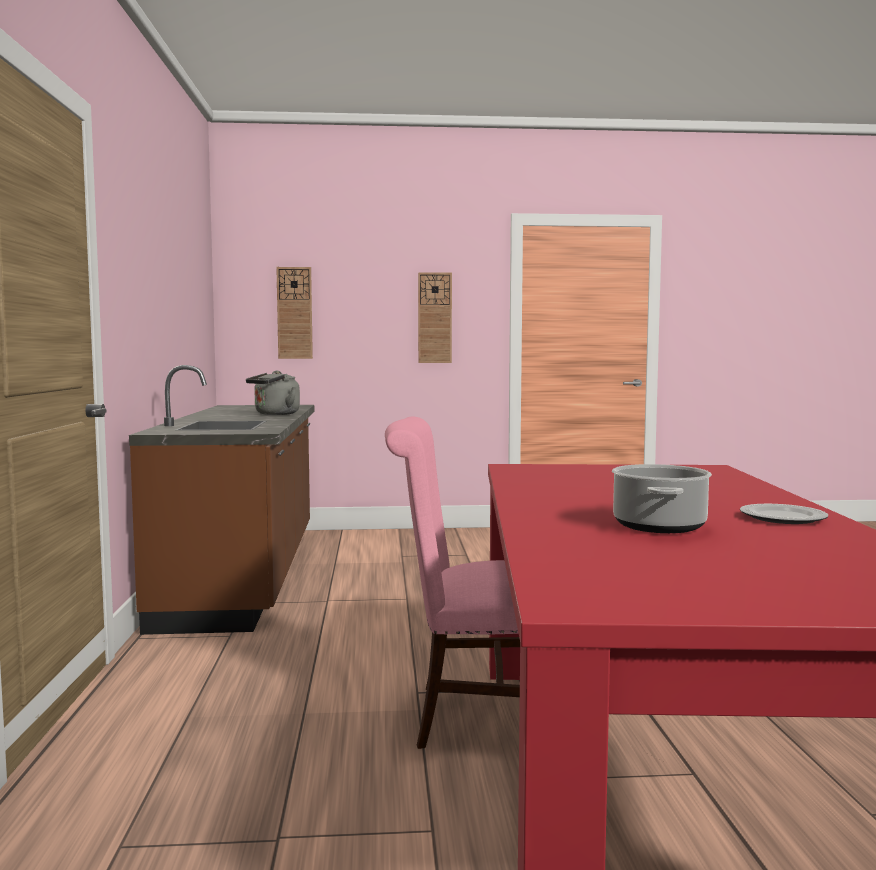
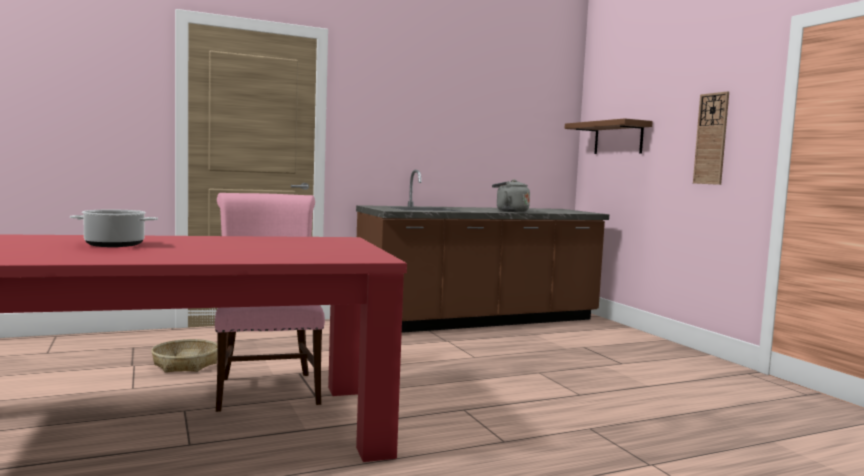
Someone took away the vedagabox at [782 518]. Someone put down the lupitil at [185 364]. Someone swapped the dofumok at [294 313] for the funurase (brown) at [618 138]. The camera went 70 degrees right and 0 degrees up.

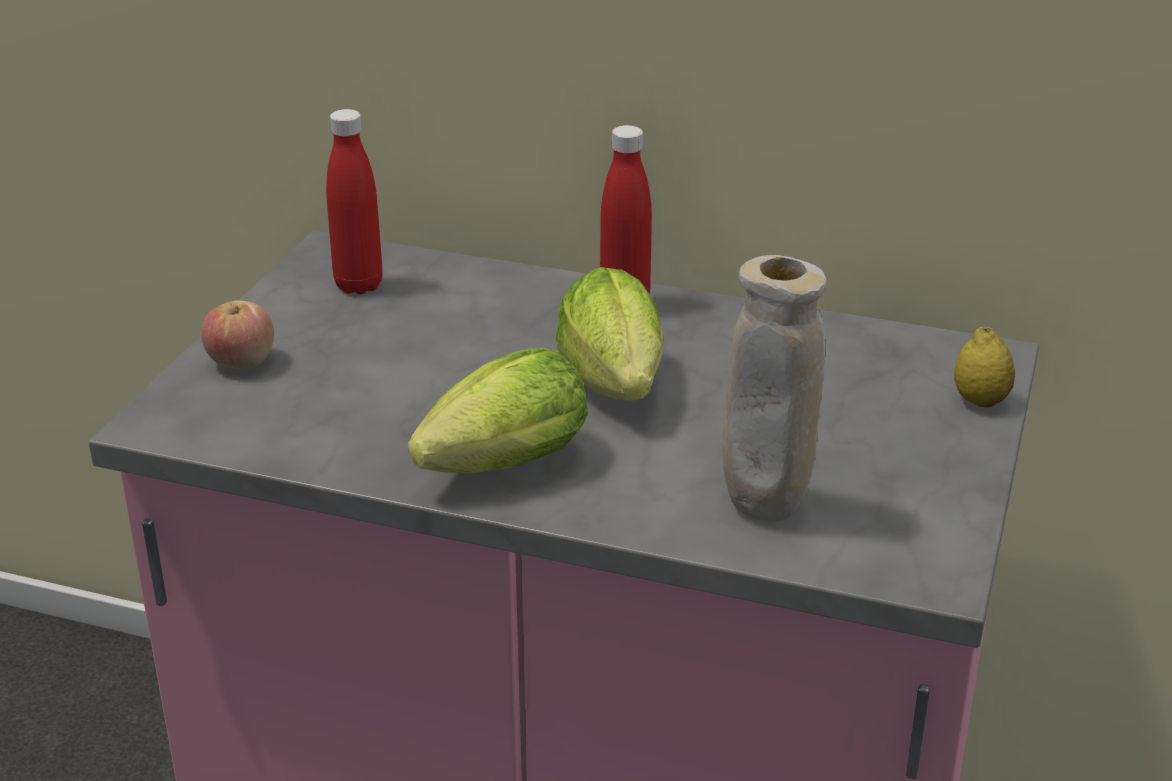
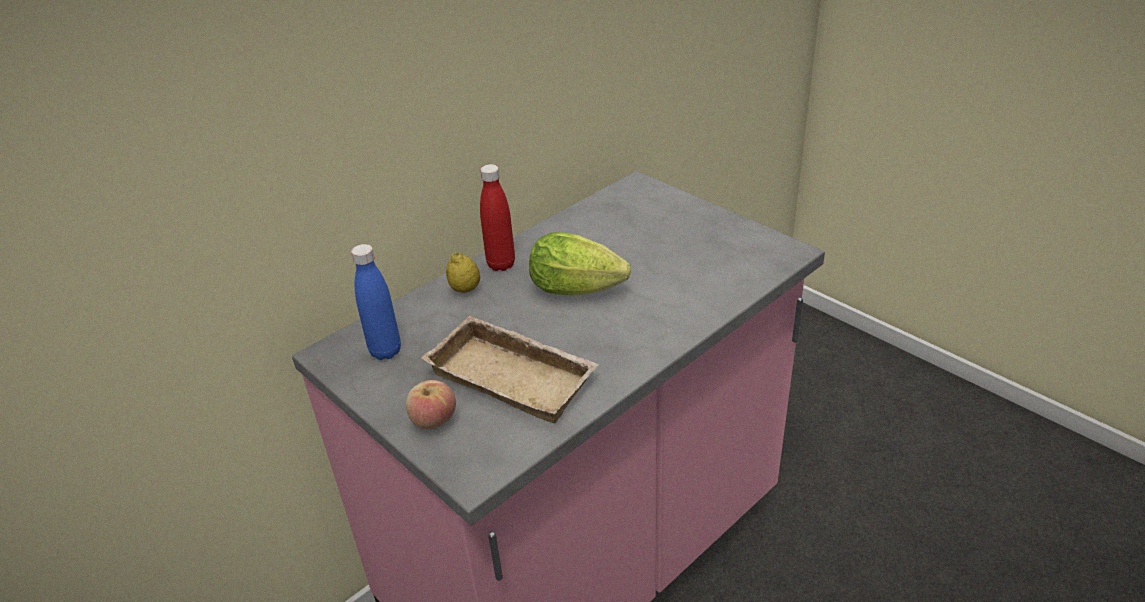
Someone took away the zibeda at [497 470]. Someone took away the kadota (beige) at [765 508]. Someone put down the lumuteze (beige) at [515 375]. Someone carried the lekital from [980 401] to [465 289]. Someone repainted the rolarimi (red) at [358 285], which became the rolarimi (blue) at [385 351]. The camera went 60 degrees left and 5 degrees up.

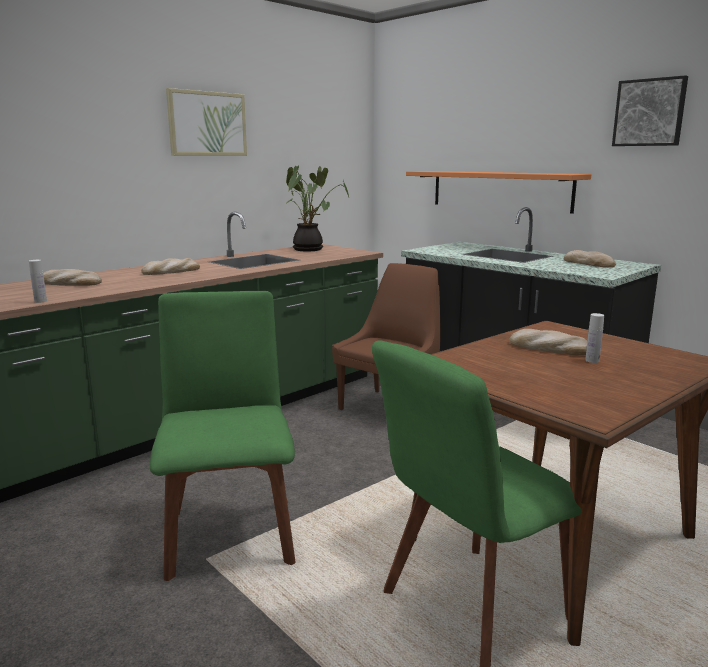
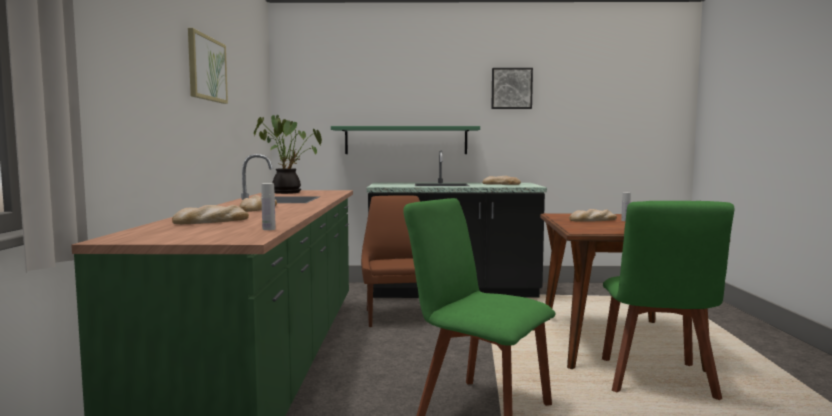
Someone repainted the funurase (orange) at [499 190], which became the funurase (green) at [406 140]. The camera went 45 degrees left and 10 degrees down.

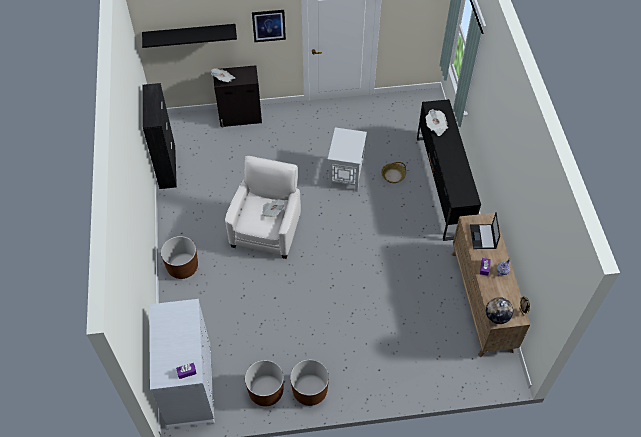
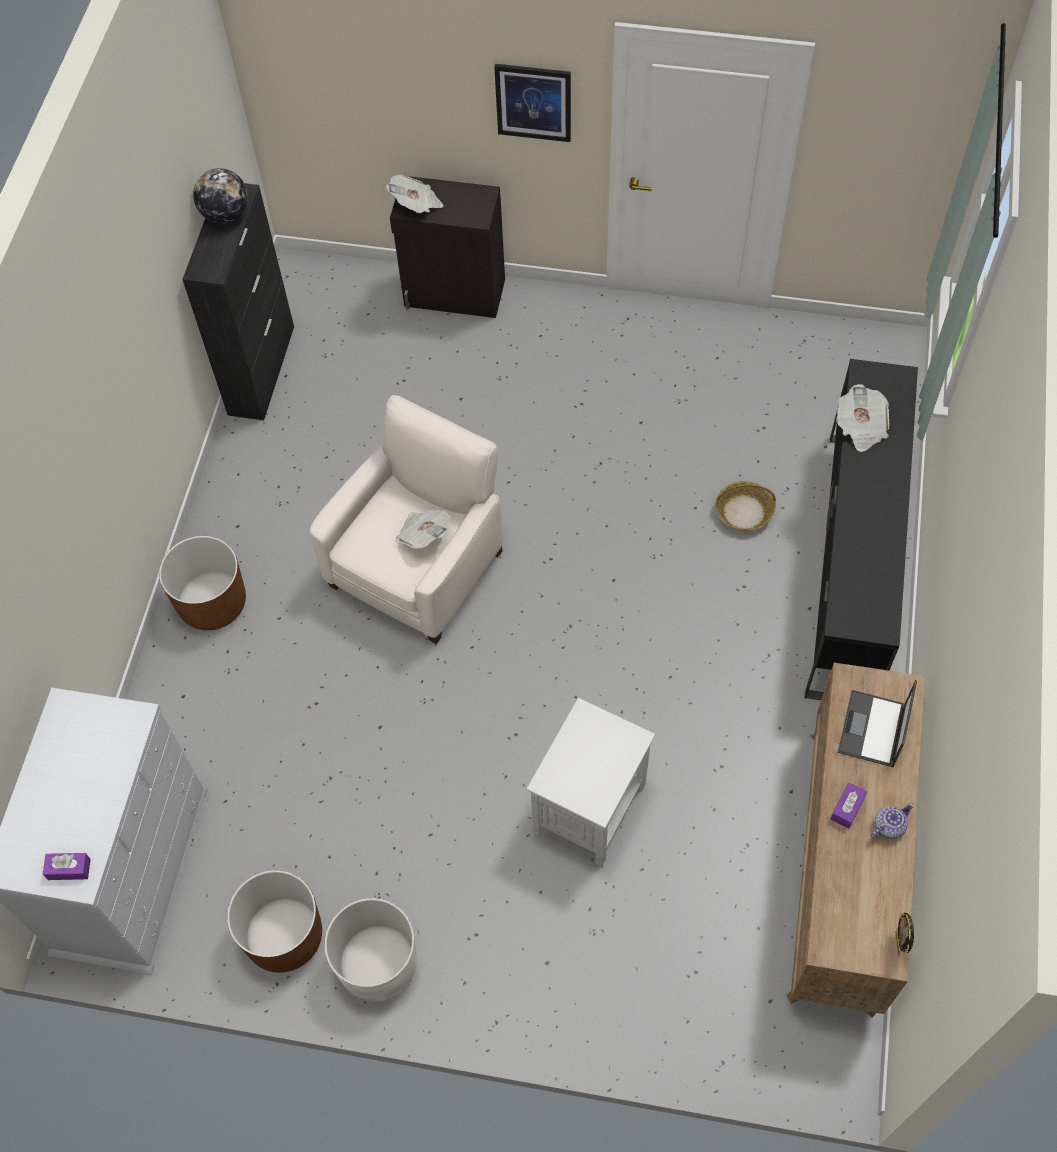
Someone took away the funurase (black) at [190 34]. Someone carried the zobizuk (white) from [346 175] to [589 809]. Someone carried the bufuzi from [496 317] to [225 214]. Someone repainted the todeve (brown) at [310 390], which became the todeve (white) at [378 964]. The camera went 20 degrees right and 5 degrees up.

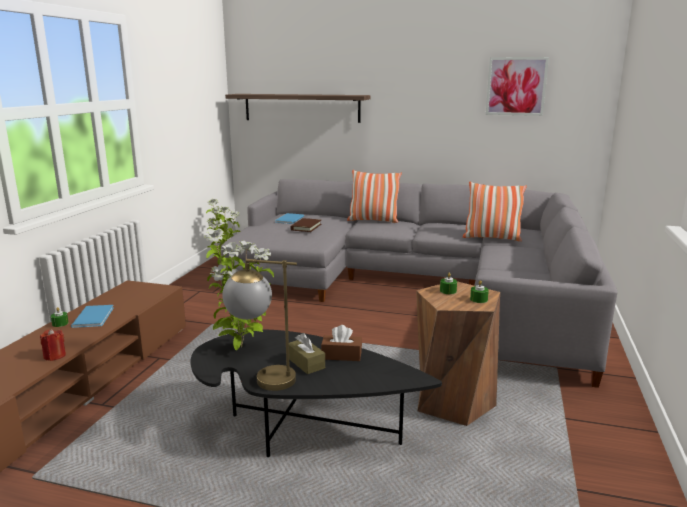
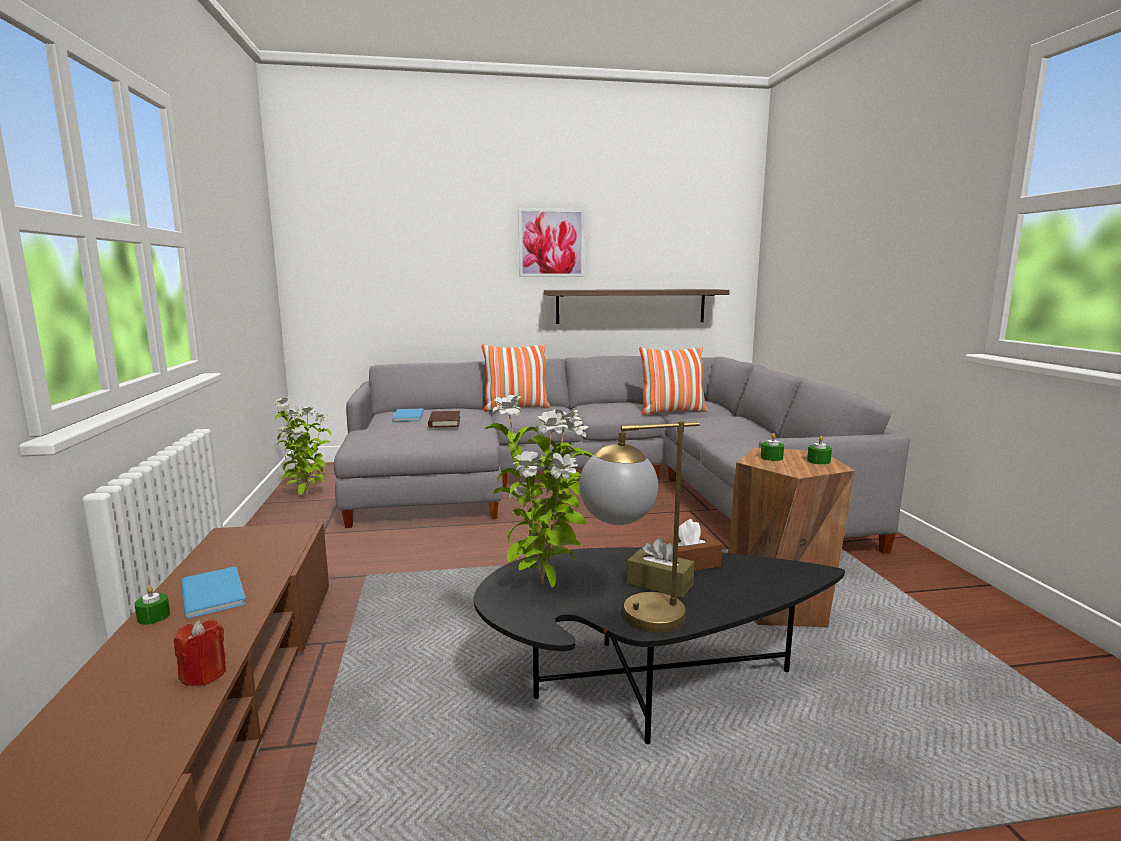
Someone carried the funurase from [301 107] to [631 306]. Someone carried the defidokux from [516 86] to [551 243]. The camera went 25 degrees left and 5 degrees down.

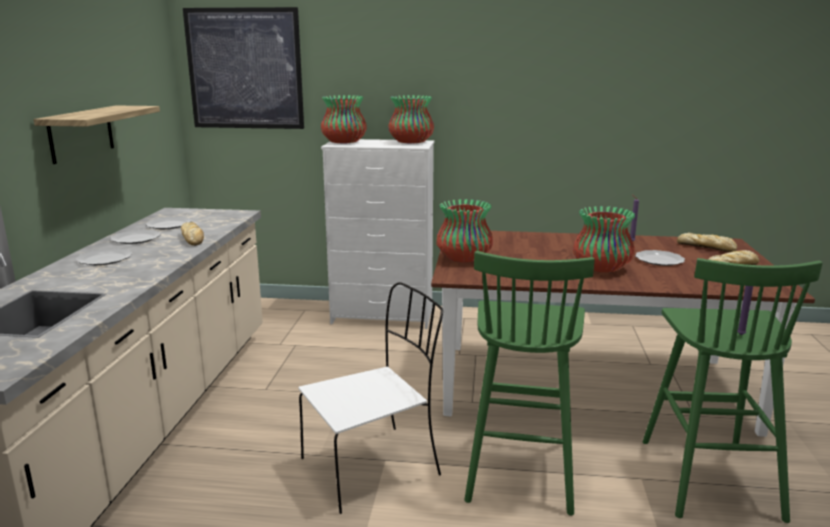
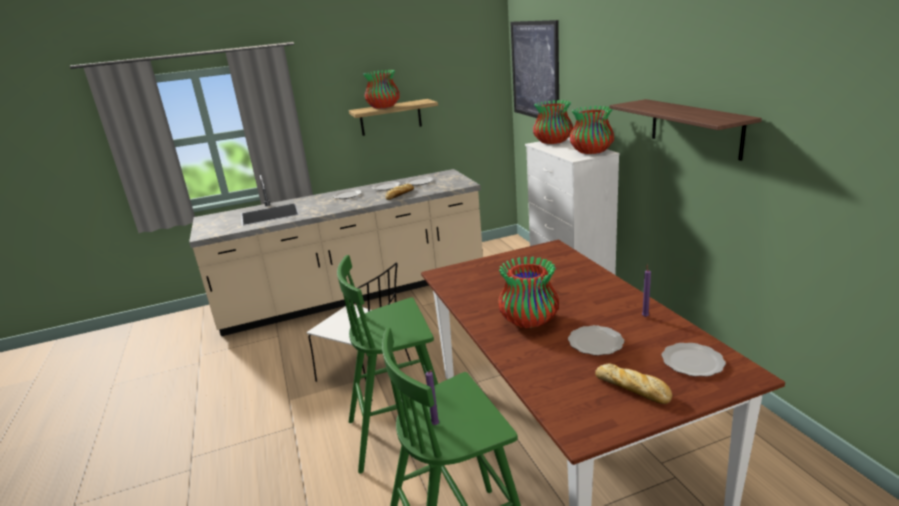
Someone put up the funurase at [695 128]. Someone carried the kadota from [463 258] to [383 107]. Someone swapped the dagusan at [707 247] for the vedagabox at [693 362]. The camera went 65 degrees right and 5 degrees up.

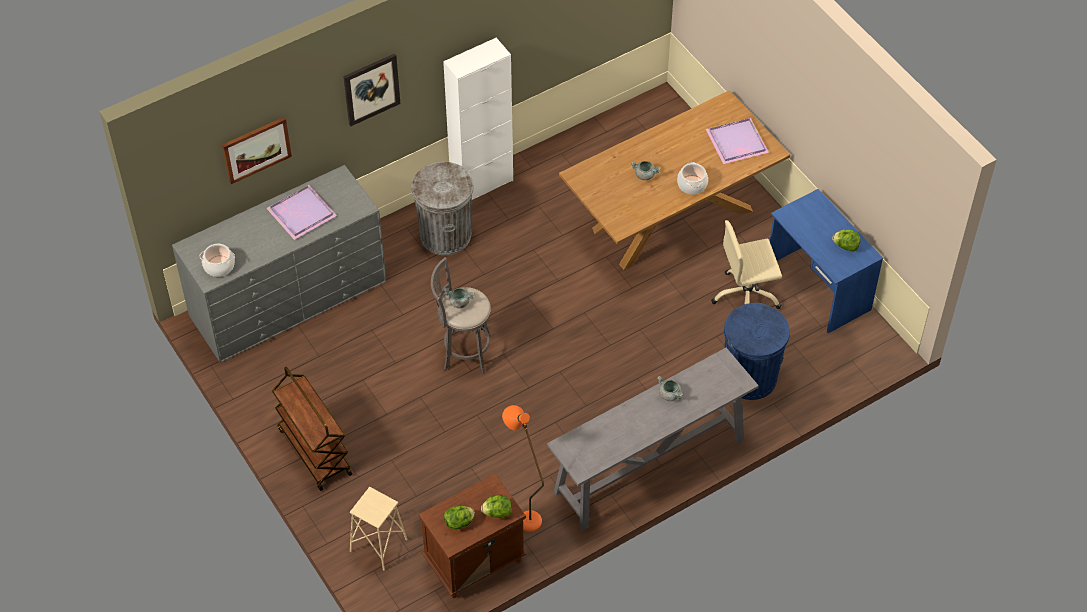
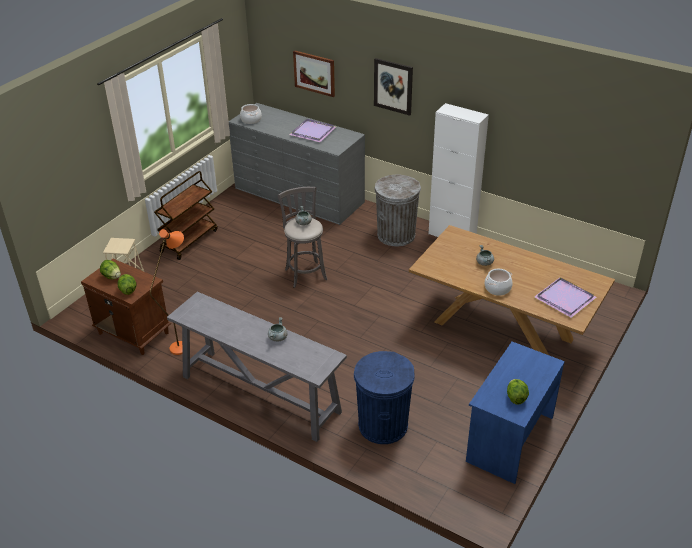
Someone took away the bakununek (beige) at [746 297]. The camera went 65 degrees right and 15 degrees down.

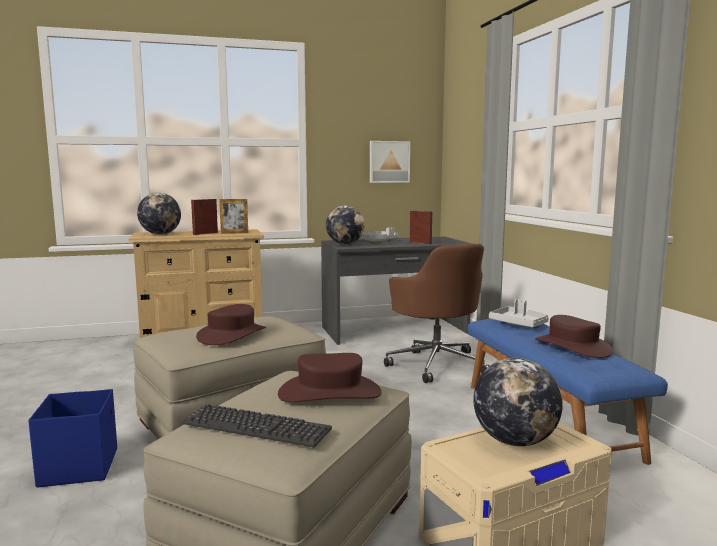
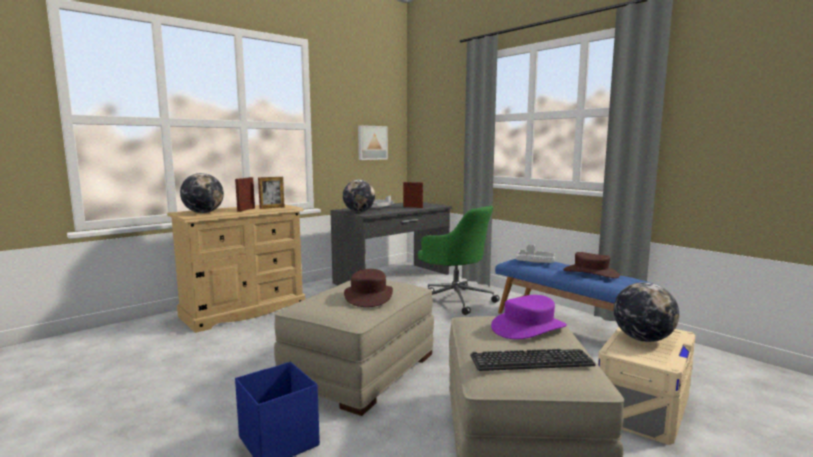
Someone repainted the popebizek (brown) at [330 392], which became the popebizek (purple) at [528 327]. Someone repainted the bakununek (brown) at [436 364], which became the bakununek (green) at [455 300]. The camera went 25 degrees left and 0 degrees up.

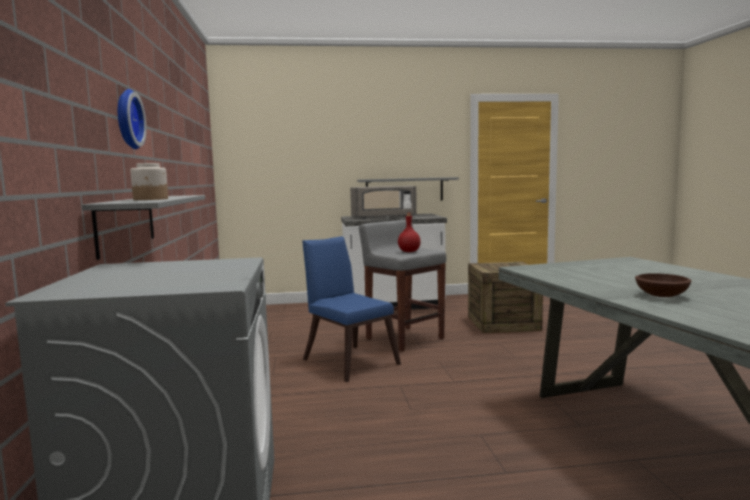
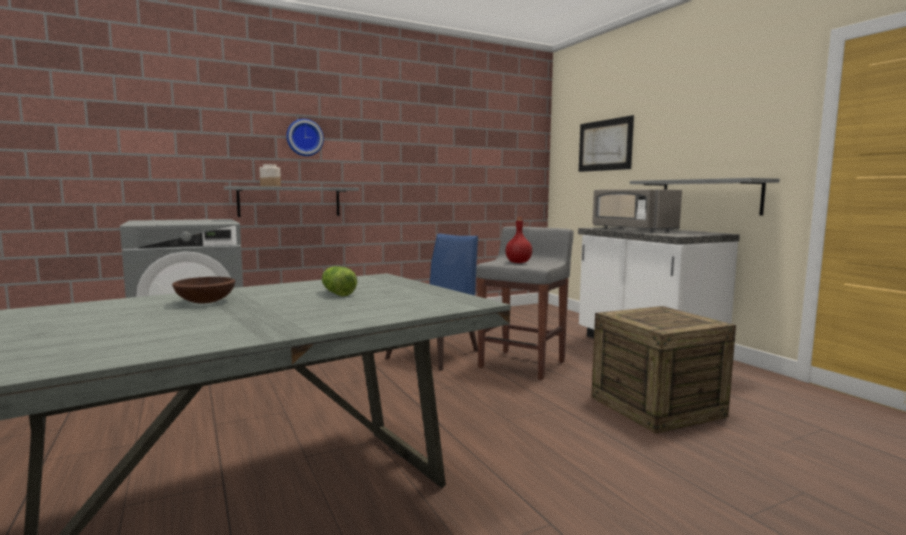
Someone put down the zibeda at [337 293]. Someone put up the defidokux at [604 145]. The camera went 70 degrees right and 0 degrees up.

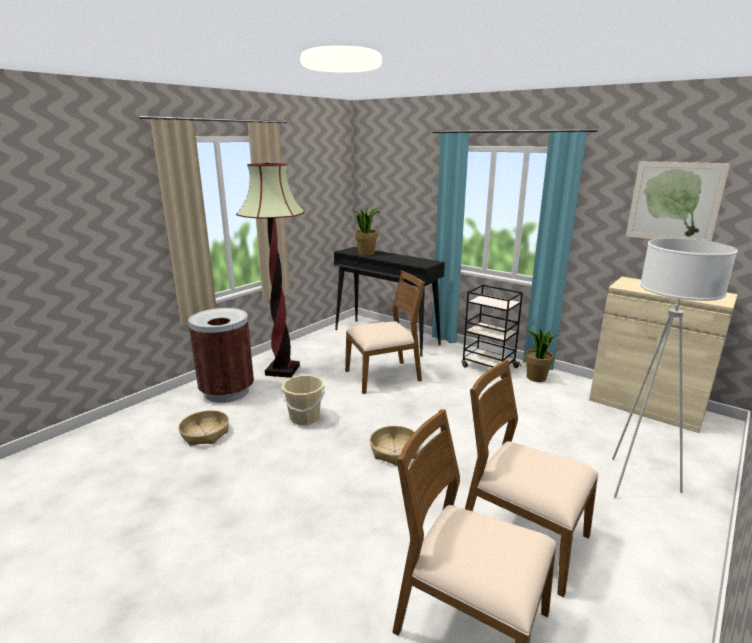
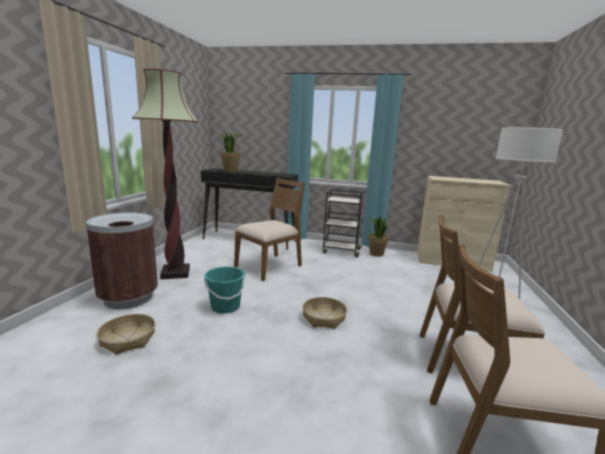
Someone took away the defidokux at [674 202]. Someone repainted the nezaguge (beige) at [304 418], which became the nezaguge (turquoise) at [225 307]. The camera went 25 degrees left and 5 degrees down.

